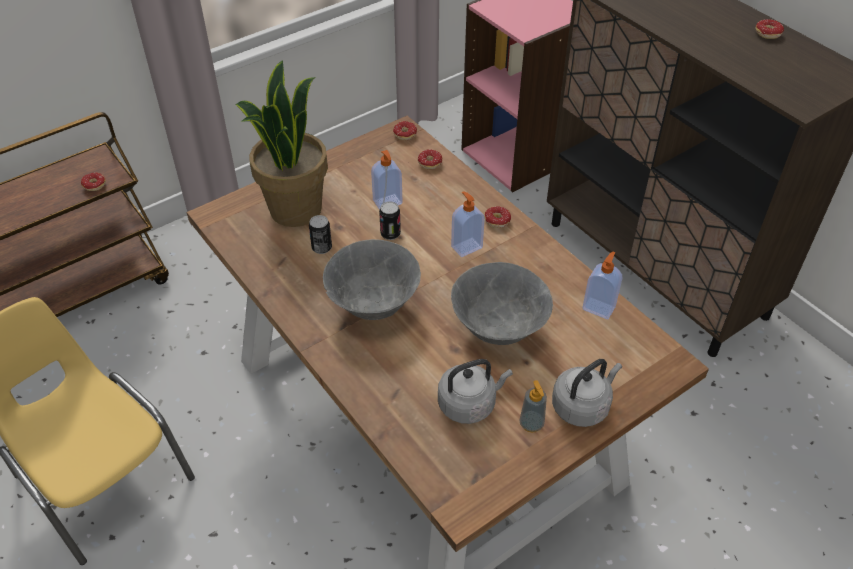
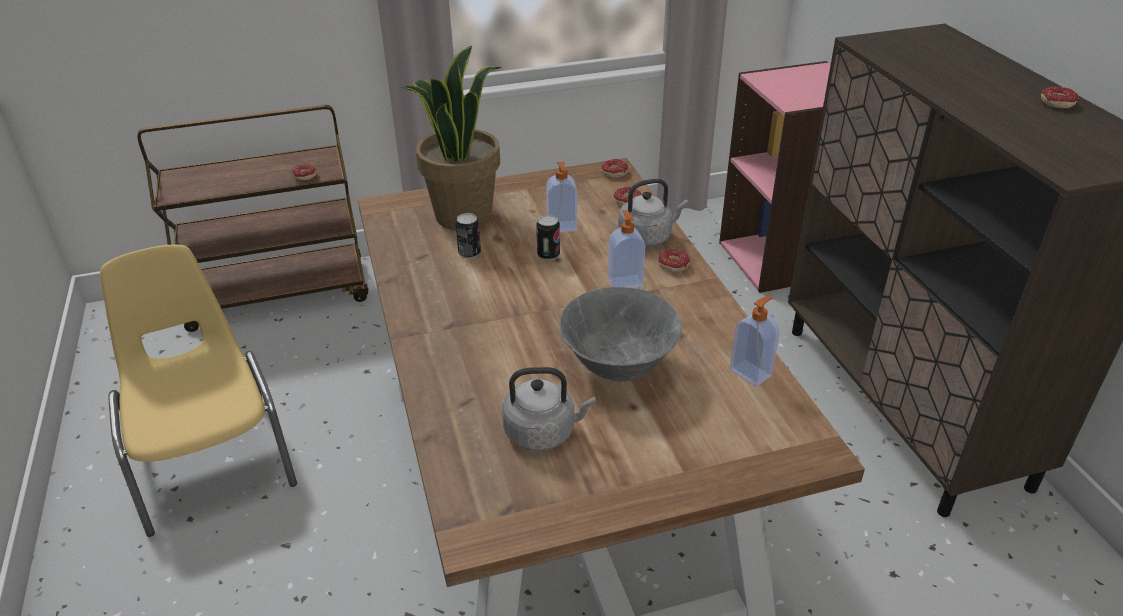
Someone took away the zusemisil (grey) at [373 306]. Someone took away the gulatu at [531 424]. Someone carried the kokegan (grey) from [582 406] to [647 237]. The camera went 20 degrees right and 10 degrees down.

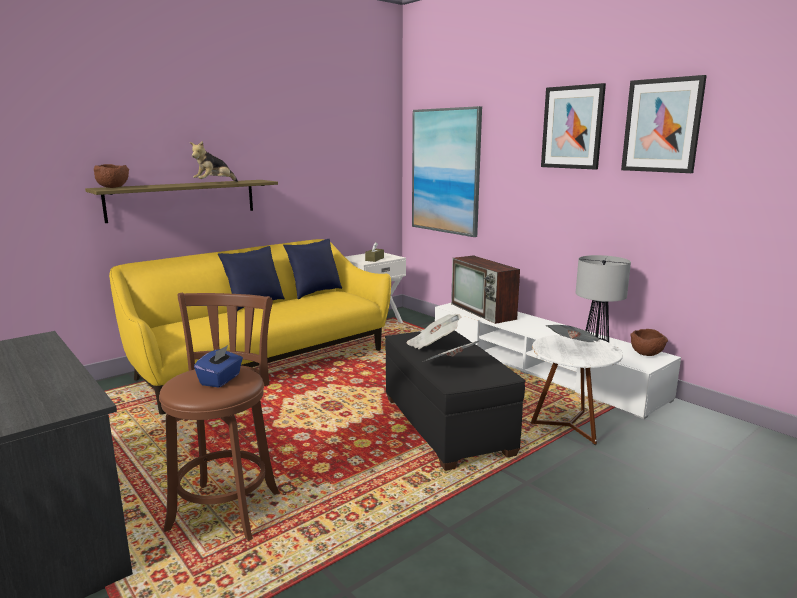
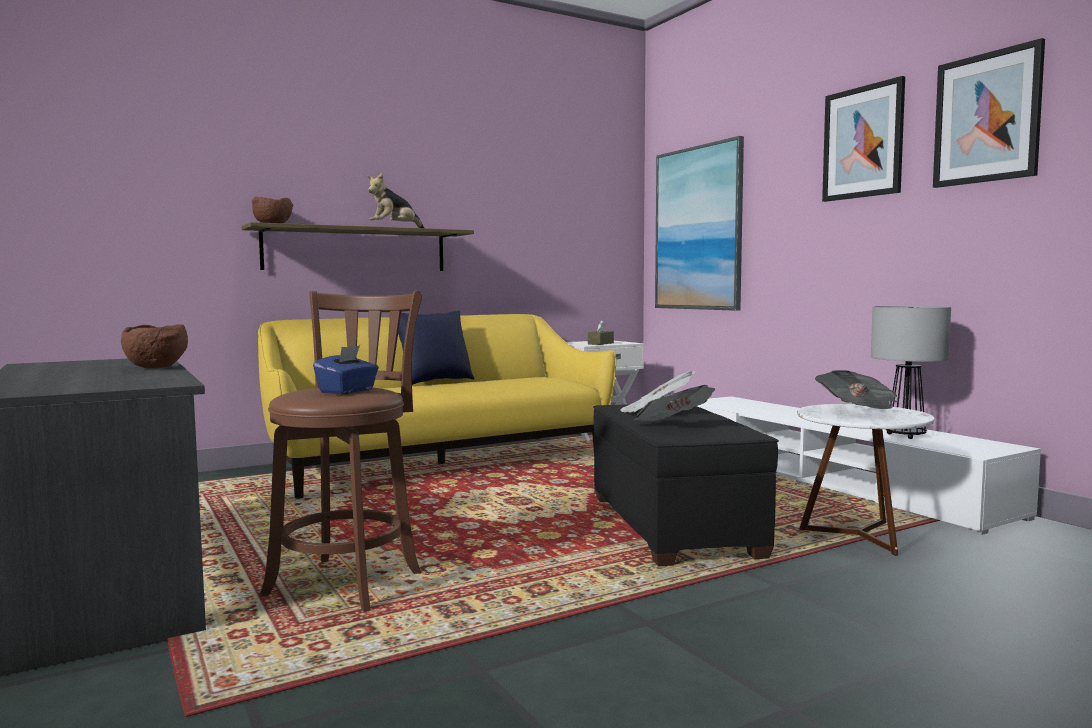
Someone took away the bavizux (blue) at [314 292]. Someone took away the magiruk at [484 311]. Someone carried the zusemisil (brown) from [647 354] to [158 368]. The camera went 10 degrees right and 10 degrees down.

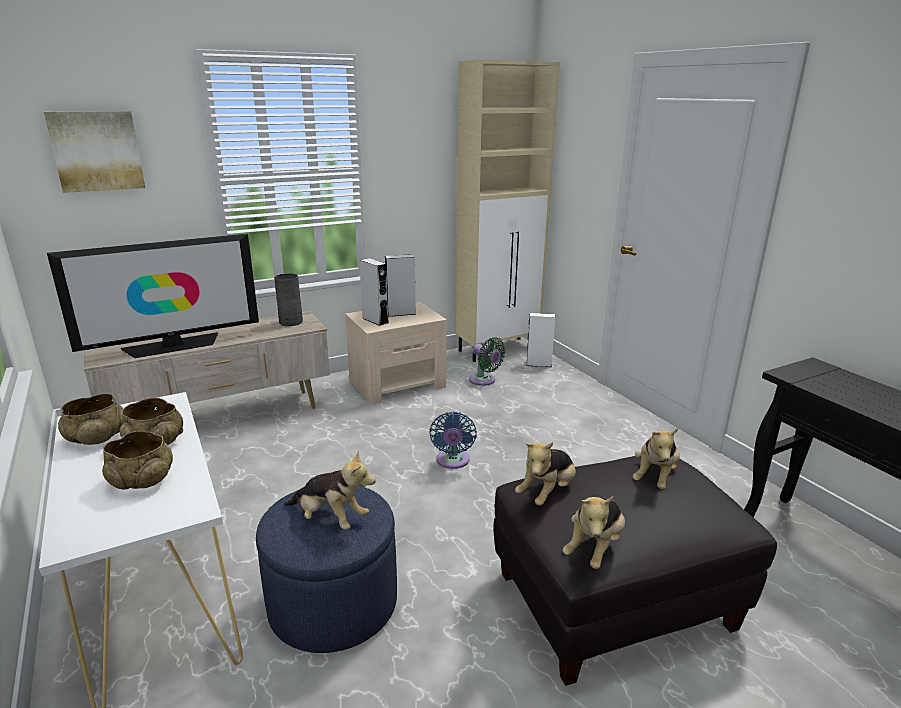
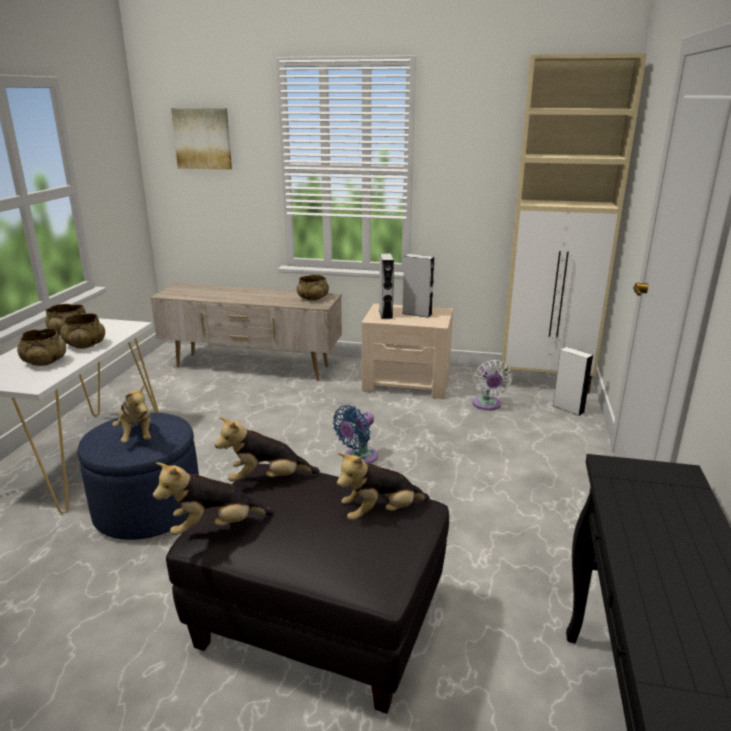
Someone took away the magiruk at [173 346]. Someone swapped the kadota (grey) at [291 322] for the zusemisil (beige) at [313 298]. Someone repainted the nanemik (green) at [484 380], which became the nanemik (white) at [487 405]. The camera went 40 degrees right and 0 degrees up.

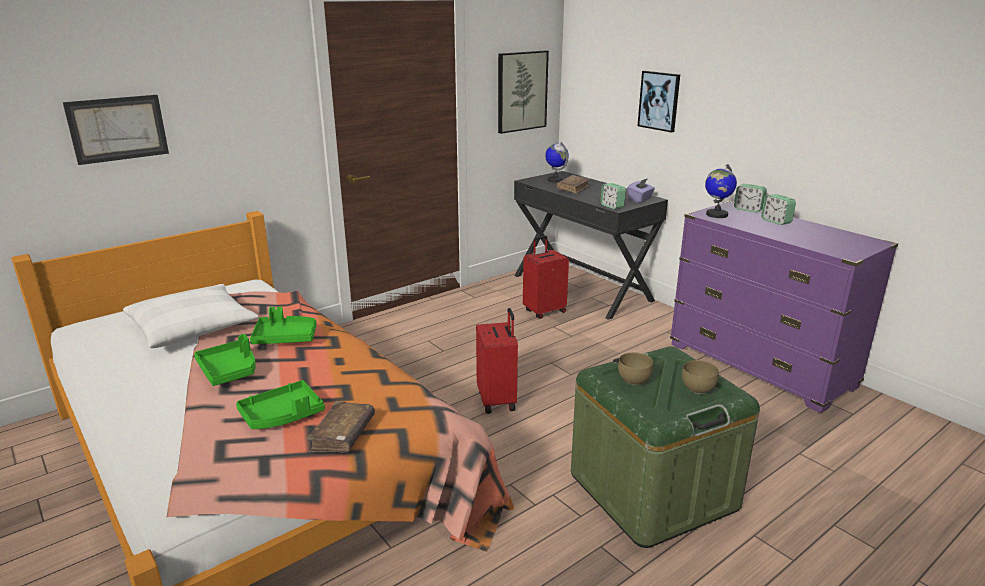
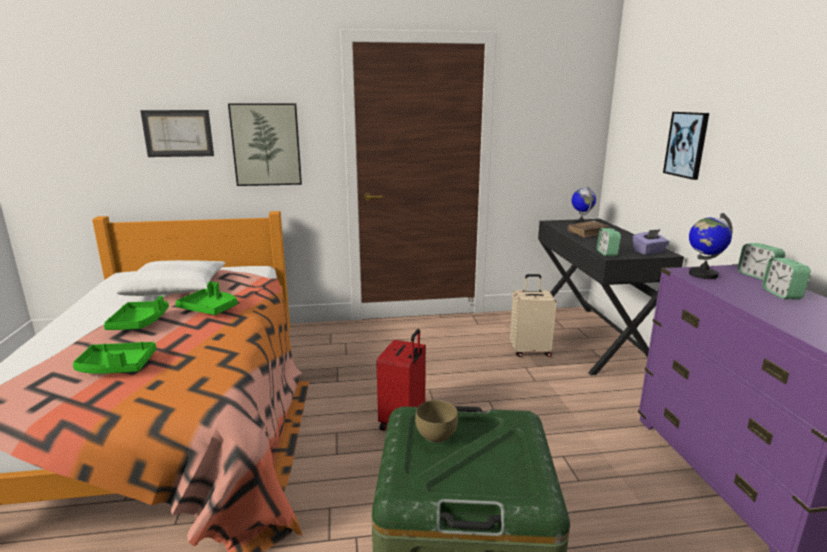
Someone took away the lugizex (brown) at [343 435]. Someone took away the zusemisil (brown) at [698 389]. Someone carried the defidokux from [521 91] to [266 144]. Someone repainted the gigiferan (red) at [544 311], which became the gigiferan (beige) at [530 351]. The camera went 30 degrees right and 5 degrees down.

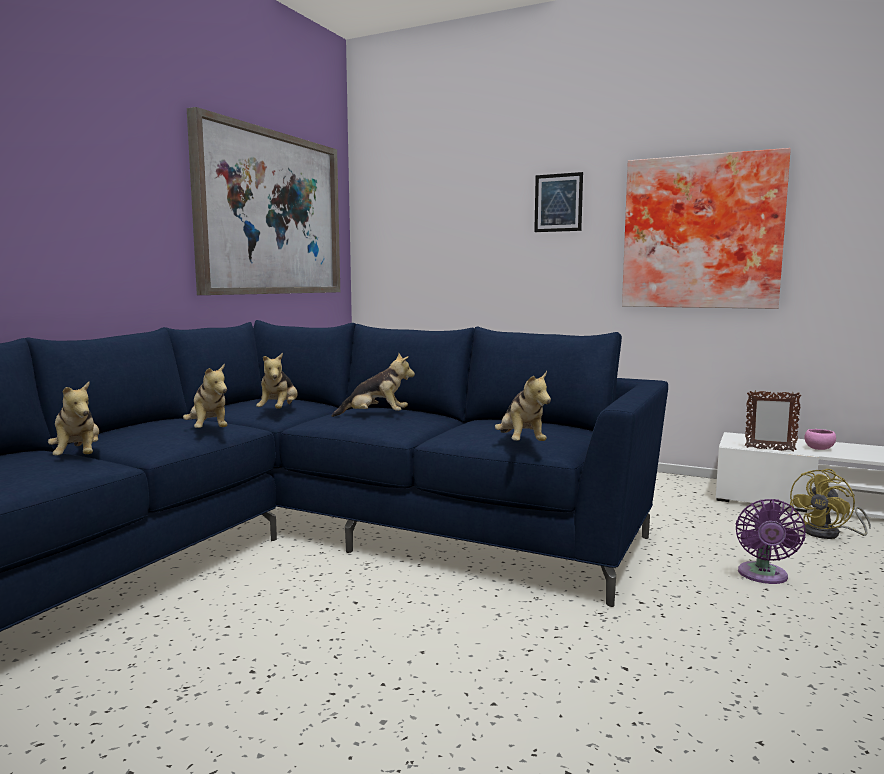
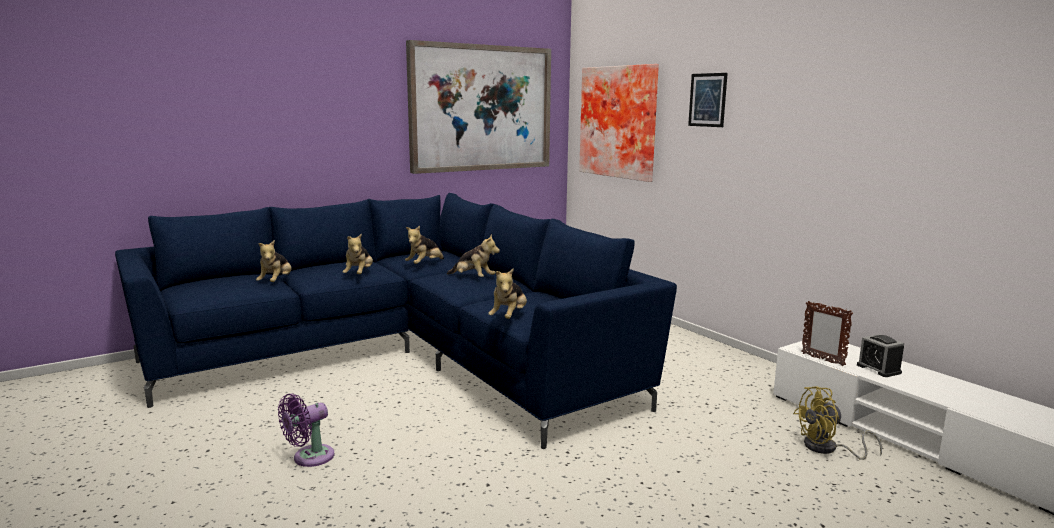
Someone carried the defidokux from [701 232] to [620 122]. Someone carried the nanemik (purple) from [763 576] to [309 458]. Someone swapped the zusemisil (pink) at [819 449] for the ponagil at [878 369]. The camera went 30 degrees right and 5 degrees up.

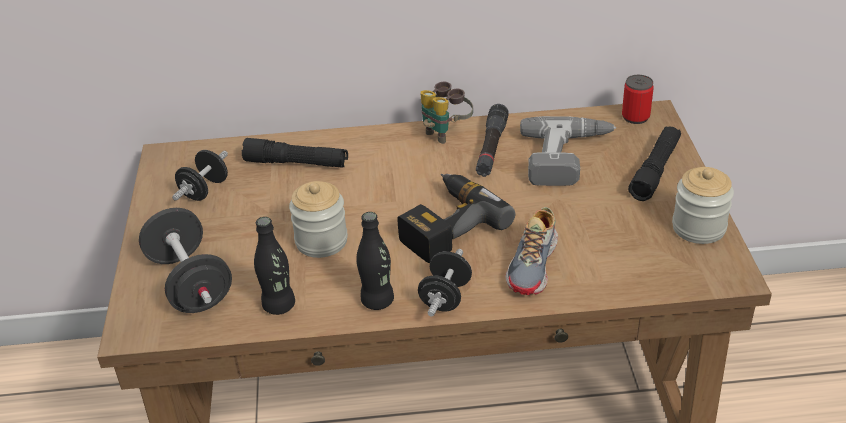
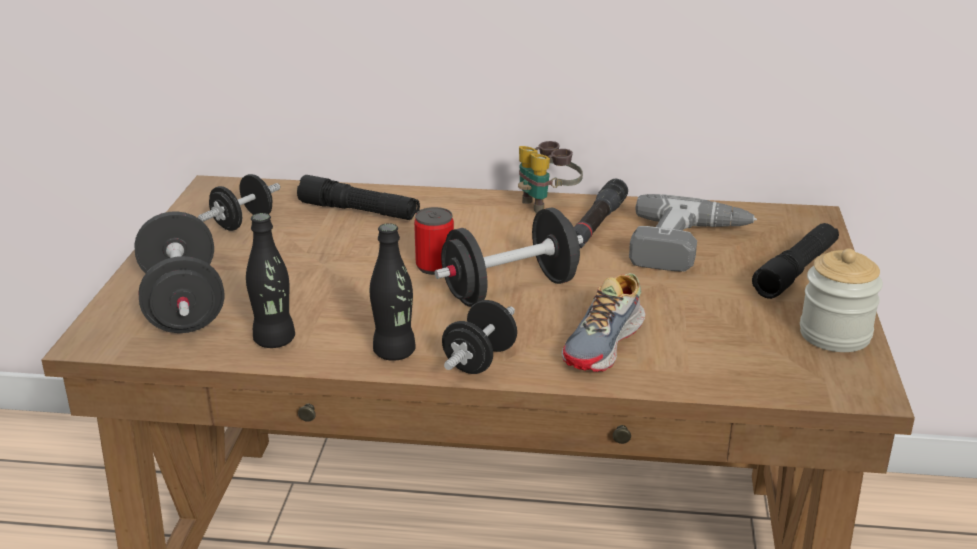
Someone took away the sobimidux at [321 241]. Someone carried the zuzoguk from [635 117] to [435 266]. Someone swapped the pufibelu at [445 224] for the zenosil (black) at [510 290]. The camera went 10 degrees right and 10 degrees down.

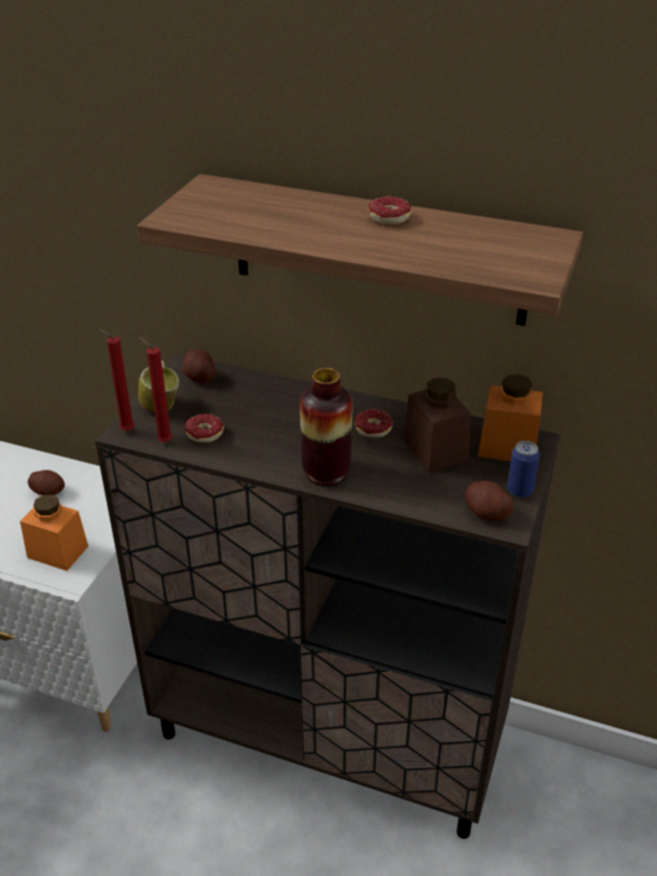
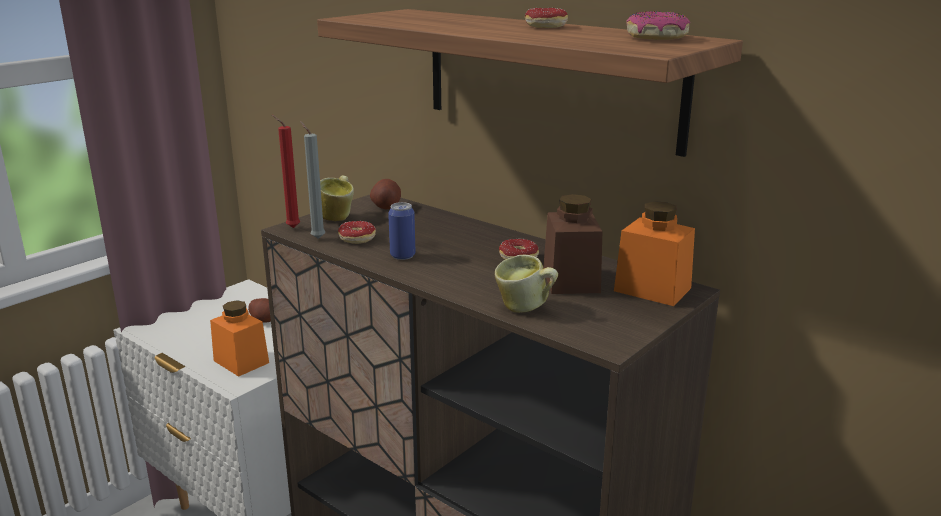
Someone took away the kadota at [326 473]. Someone took away the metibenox at [486 513]. Someone put down the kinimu at [526 309]. Someone put down the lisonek at [656 38]. Someone carried the zuzoguk from [519 490] to [402 255]. Someone repainted the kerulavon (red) at [163 441], which became the kerulavon (grey) at [316 238]. The camera went 20 degrees right and 15 degrees down.

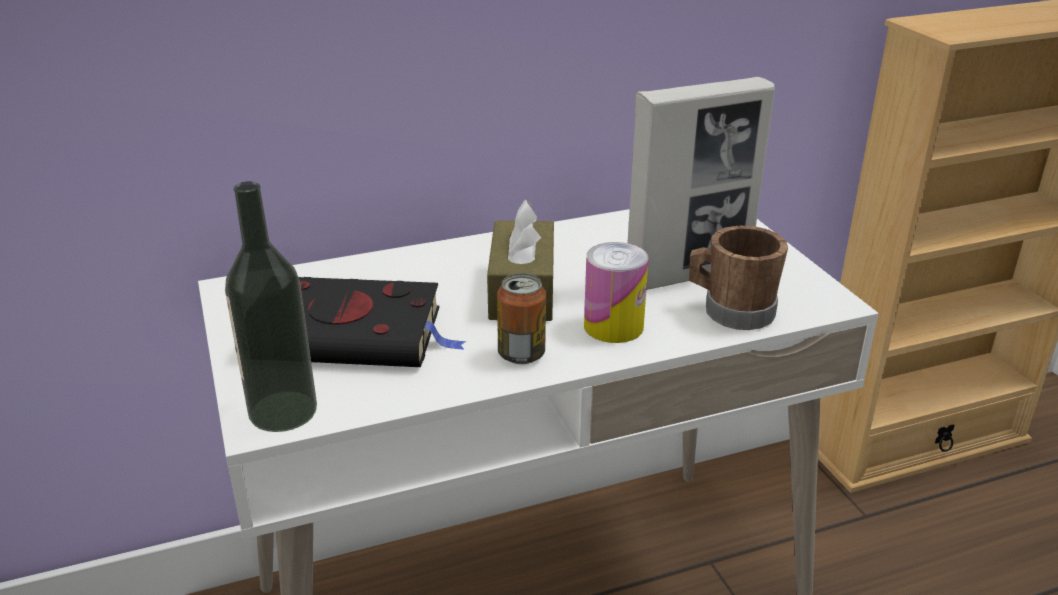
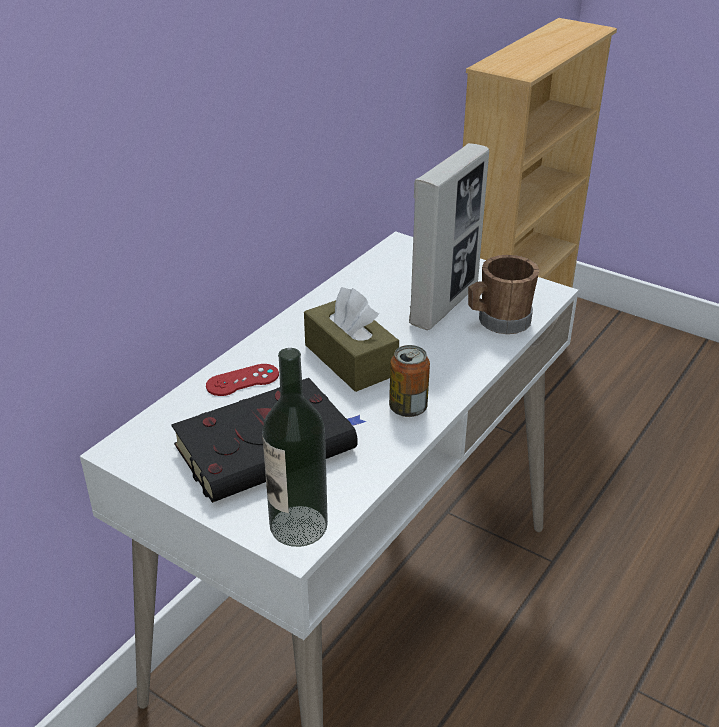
Someone took away the zuzoguk at [613 326]. Someone put down the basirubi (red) at [242 380]. The camera went 35 degrees left and 5 degrees up.

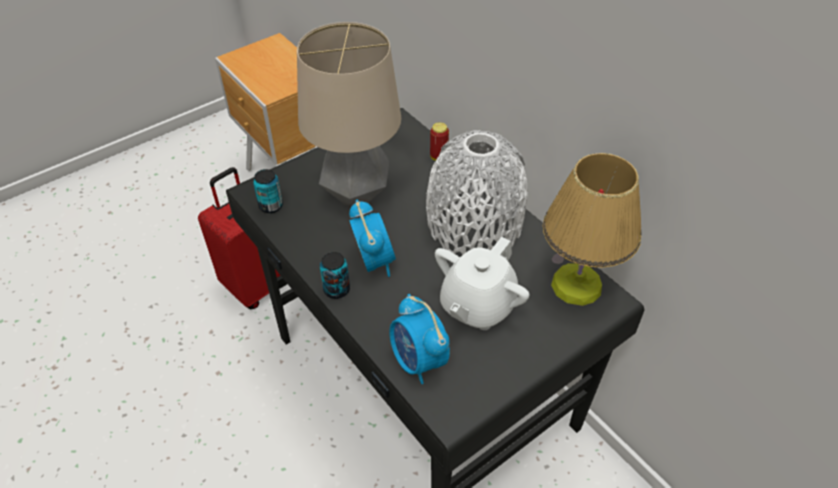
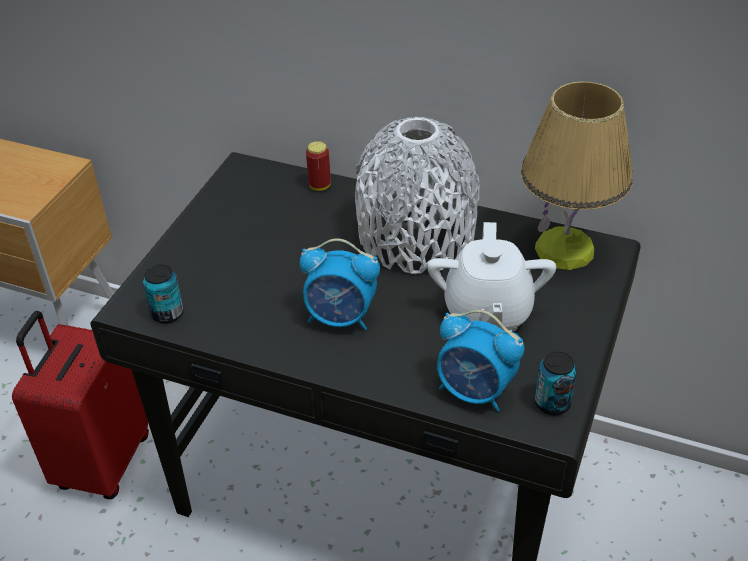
Someone took away the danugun at [357 193]. Someone carried the zuzoguk from [336 289] to [552 403]. Someone rotated the ponagil at [374 261] by 150 degrees clockwise. The camera went 30 degrees left and 5 degrees down.

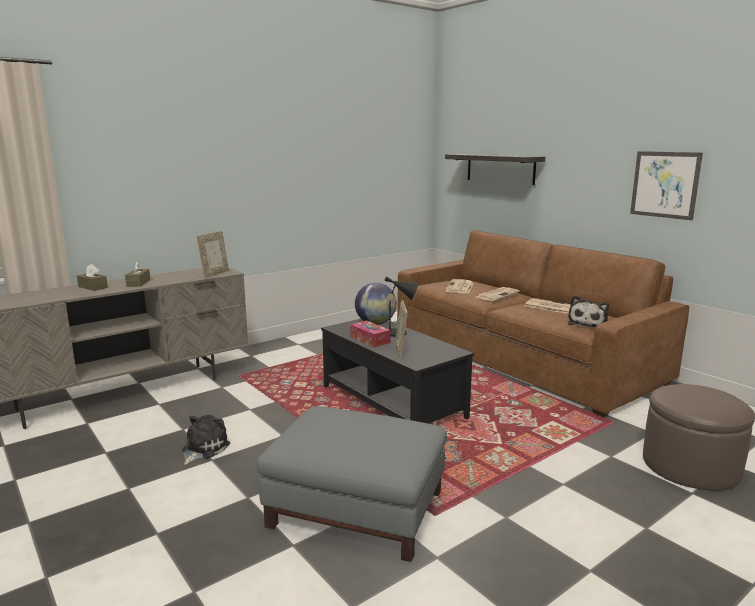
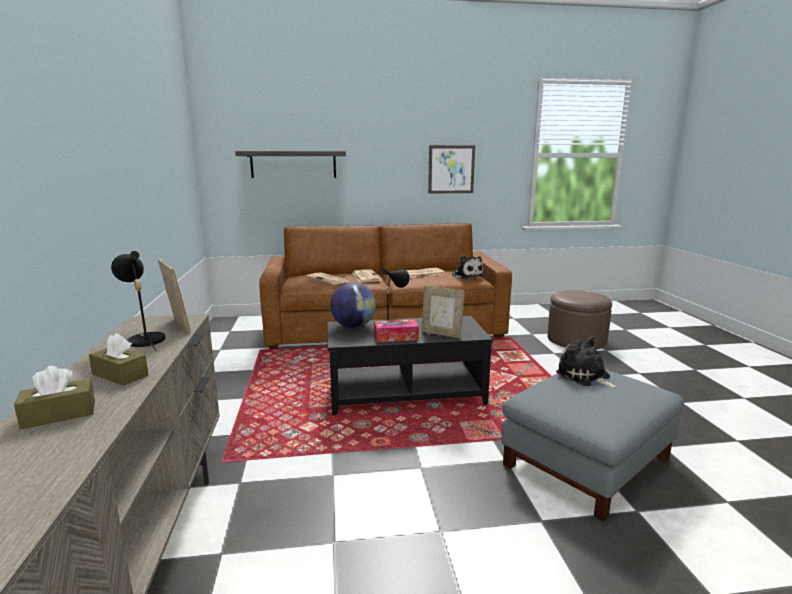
Someone put down the danugun (black) at [144 339]. Someone carried the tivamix from [203 449] to [585 377]. The camera went 60 degrees left and 0 degrees up.

